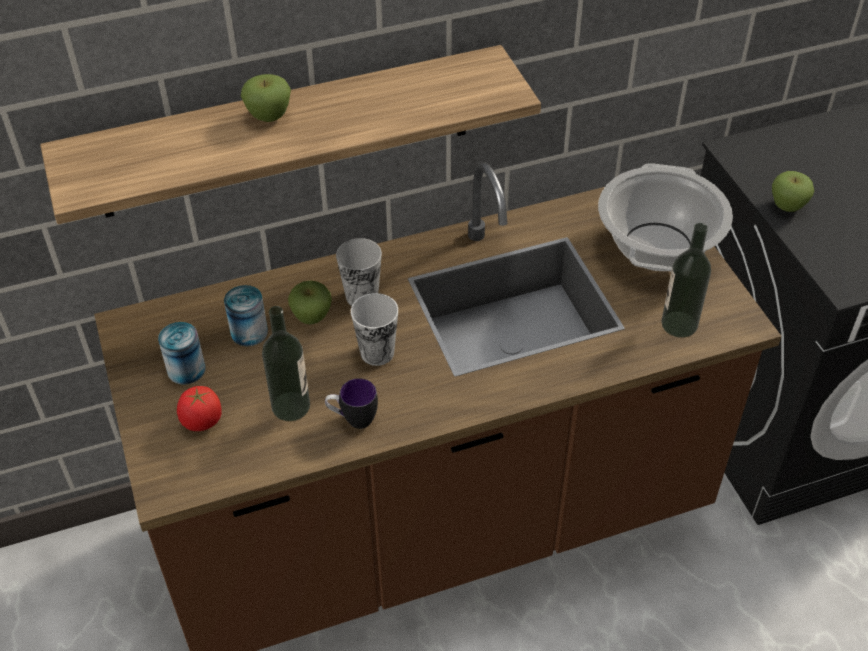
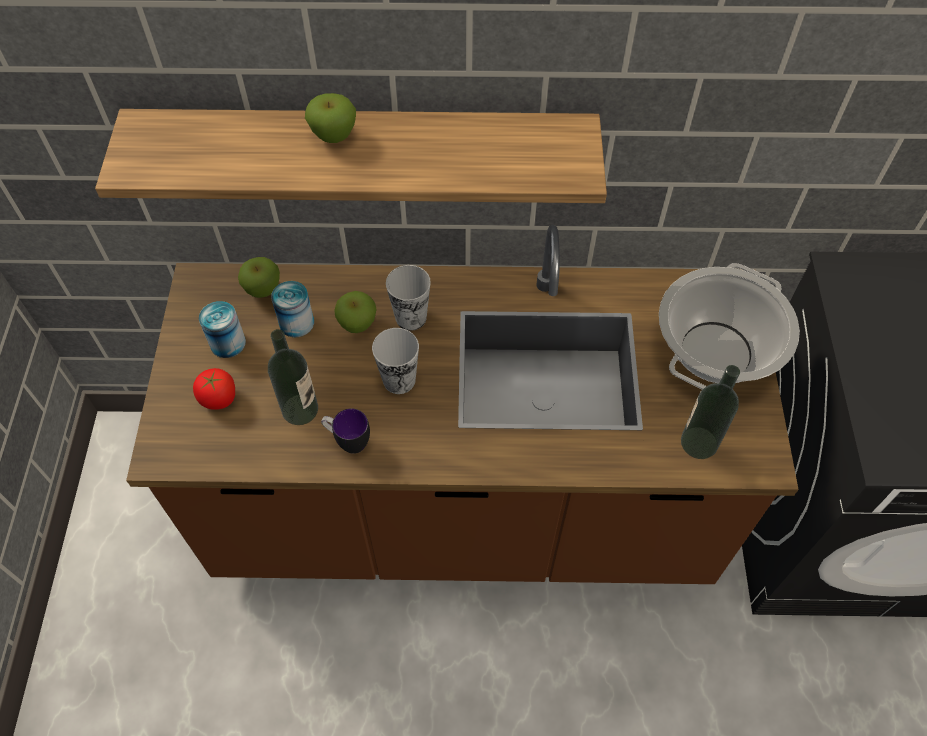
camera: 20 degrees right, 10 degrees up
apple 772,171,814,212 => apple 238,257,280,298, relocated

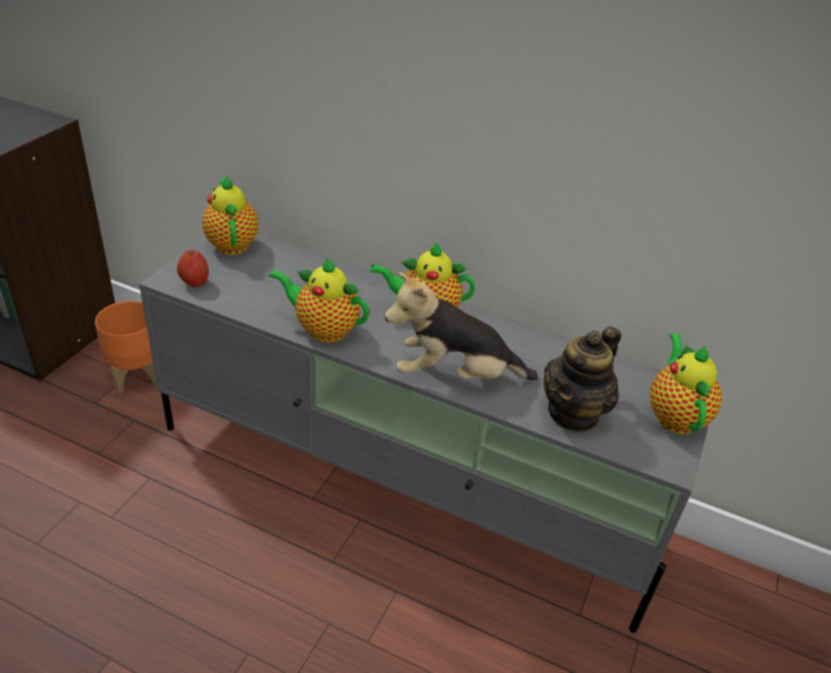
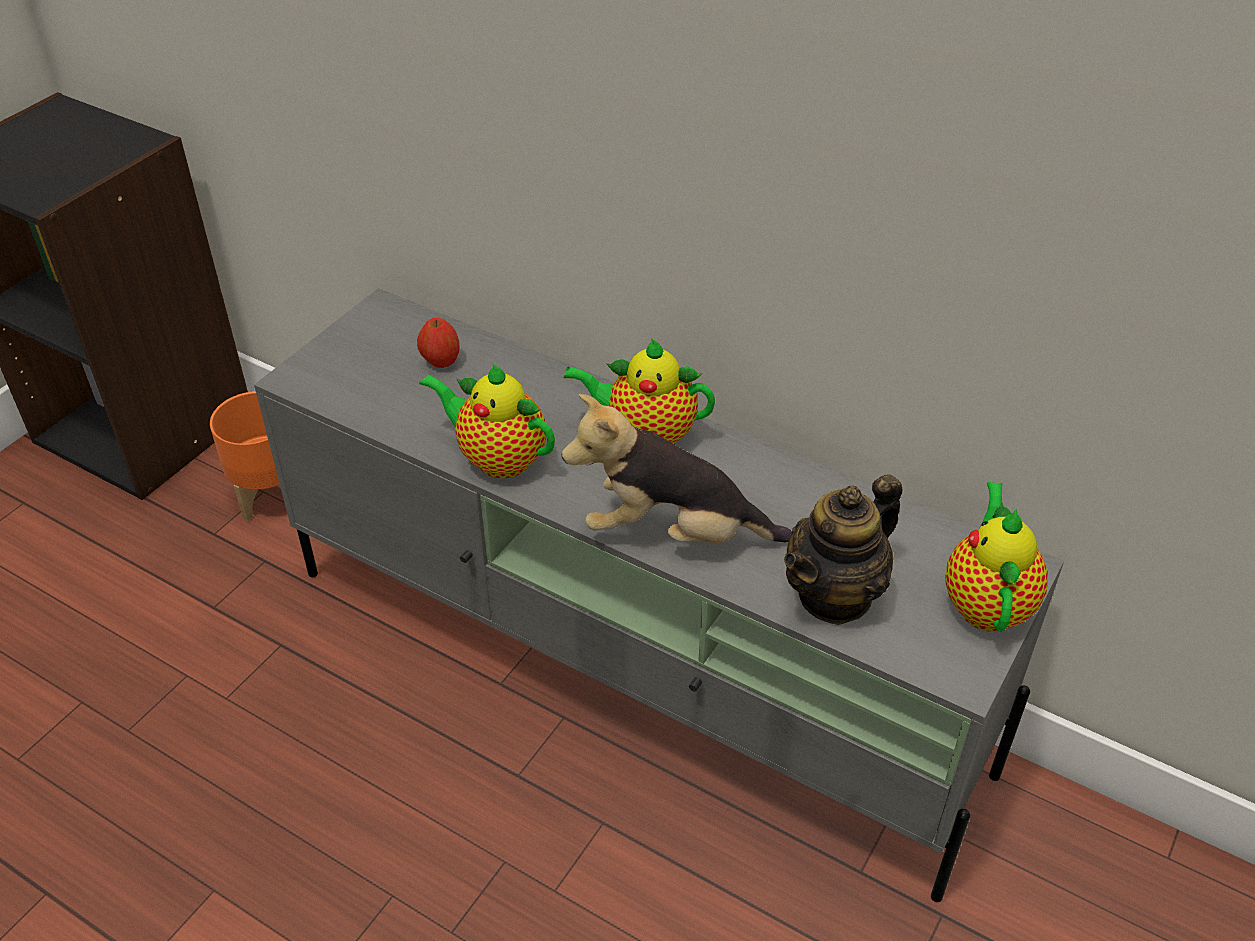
camera: 10 degrees right, 5 degrees up
teapot 202,175,258,255 => nothing
apple 177,250,209,287 => apple 417,318,460,368, relocated

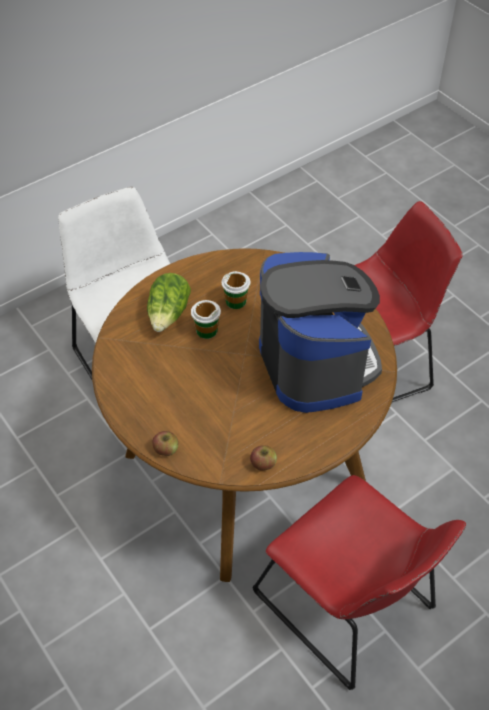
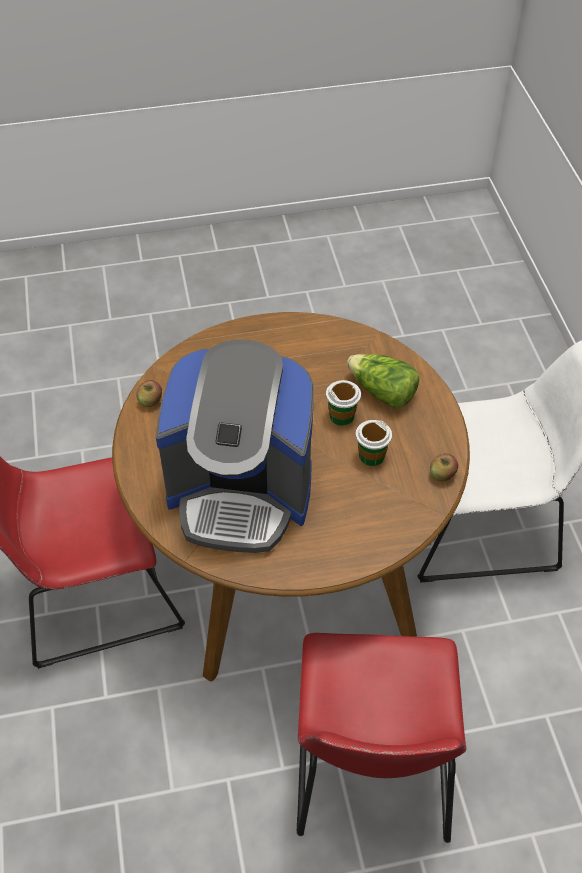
camera: 115 degrees right, 0 degrees up
apple 152,431,178,456 => apple 430,454,458,481, relocated

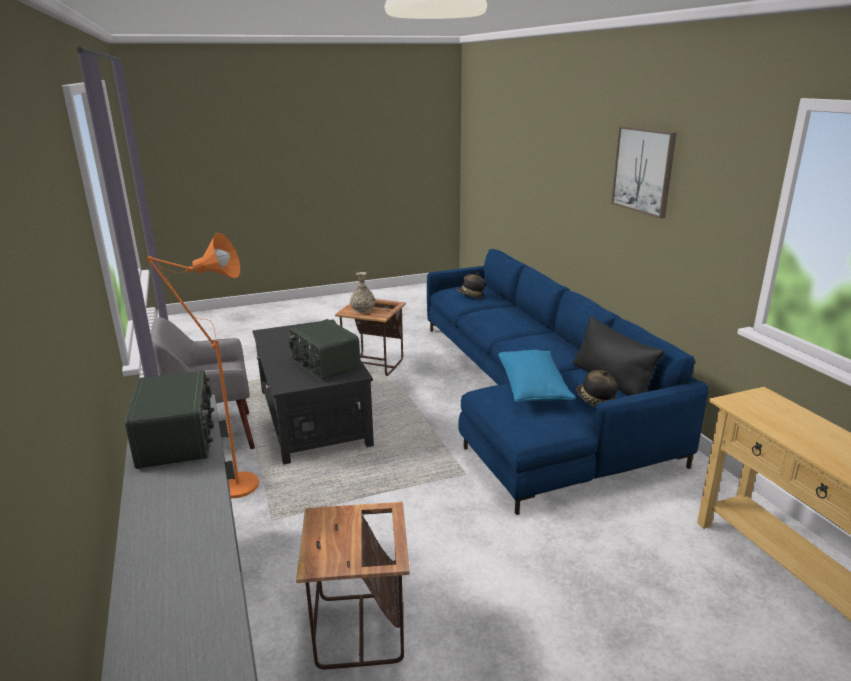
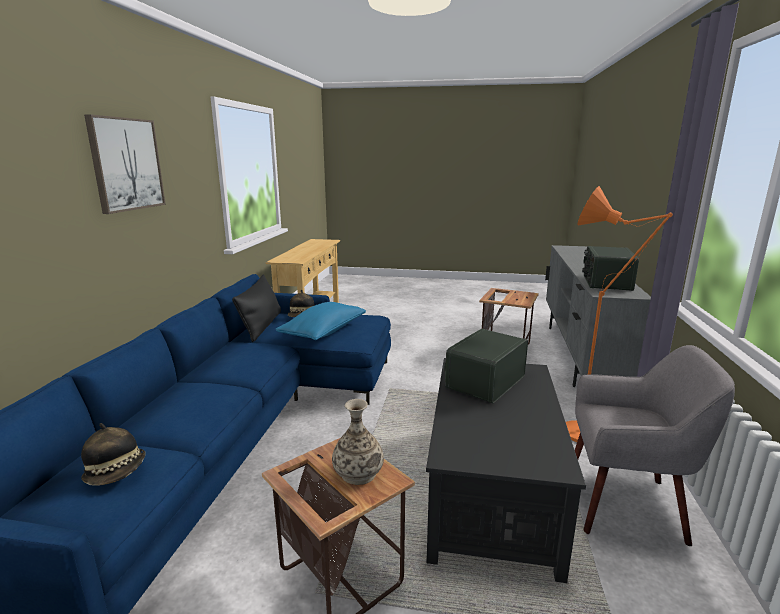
camera: 150 degrees left, 5 degrees down
radio 289,319,361,381 => radio 444,329,528,403, 135 degrees counterclockwise

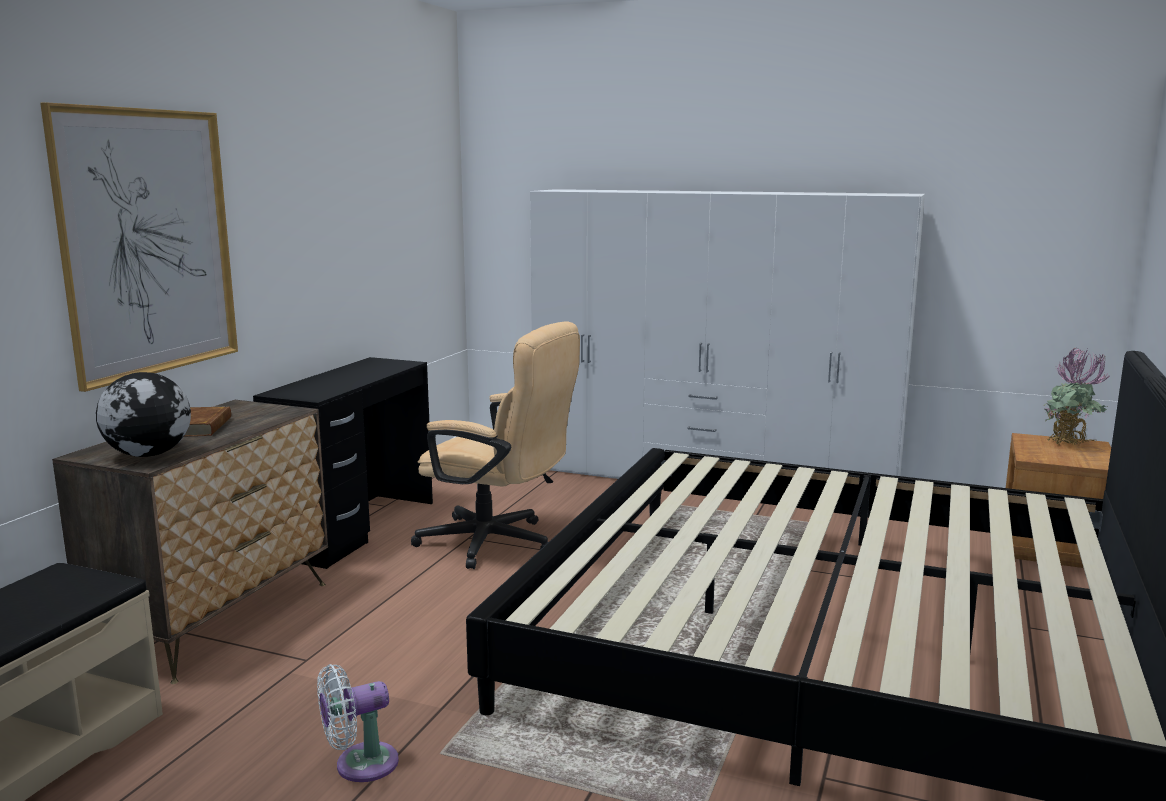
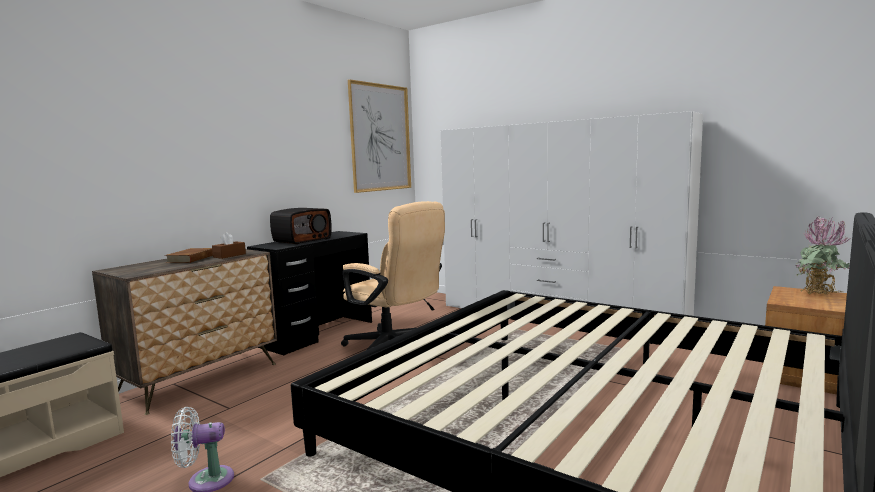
camera: 15 degrees right, 5 degrees down
picture 40,102,238,392 => picture 348,80,411,193, relocated
globe 96,372,191,457 => nothing
nothing => radio 270,208,332,244
nothing => tissue box/brown 212,232,246,259

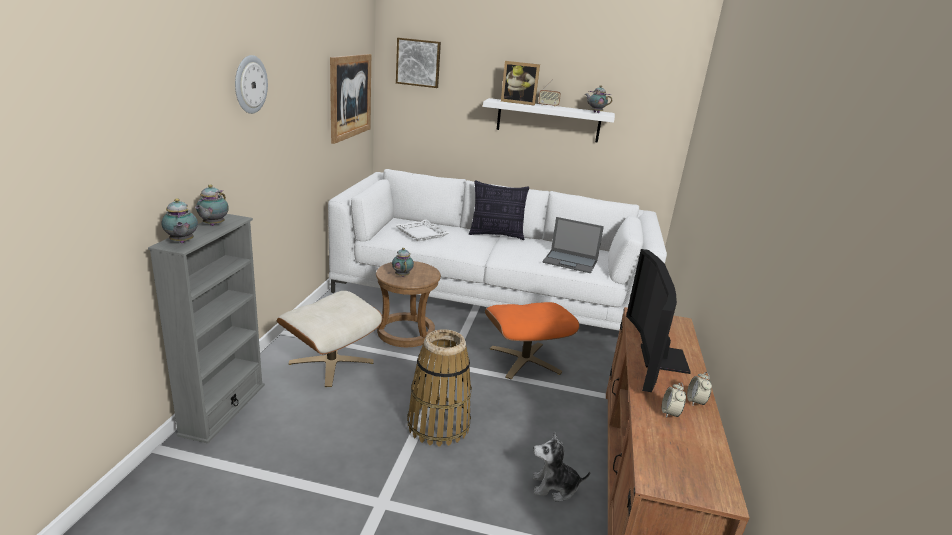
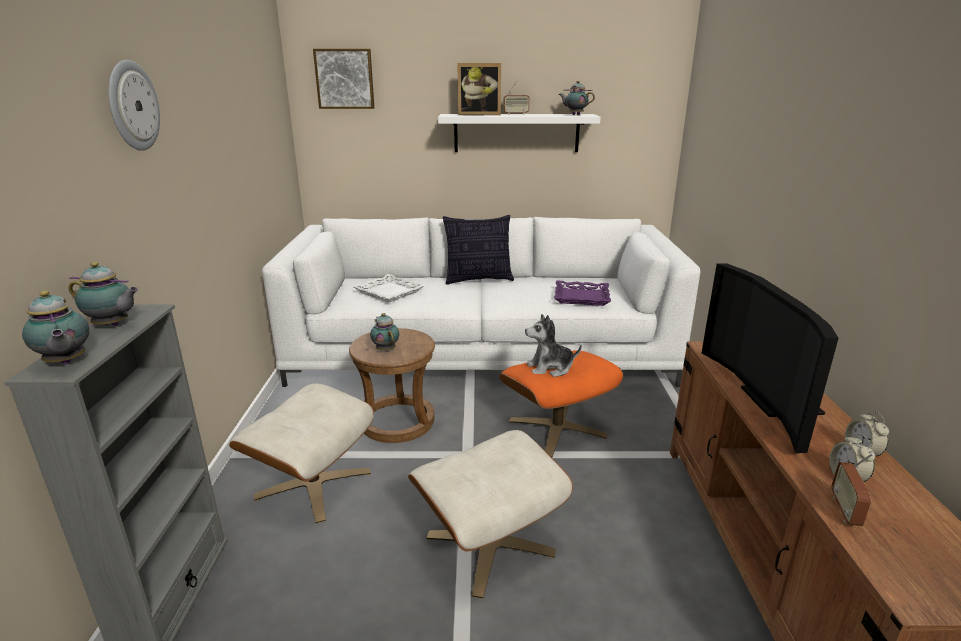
camera: 10 degrees left, 0 degrees up
picture 330,54,371,144 => nothing
teapot 195,184,229,226 => teapot 69,262,139,326, 75 degrees counterclockwise
laptop 542,217,604,273 => tray/purple 554,281,611,306
basket 407,329,472,447 => ottoman/beige 408,430,573,599
plush toy 533,432,591,502 => plush toy 525,314,582,377, relocated
nothing => radio 832,453,873,526

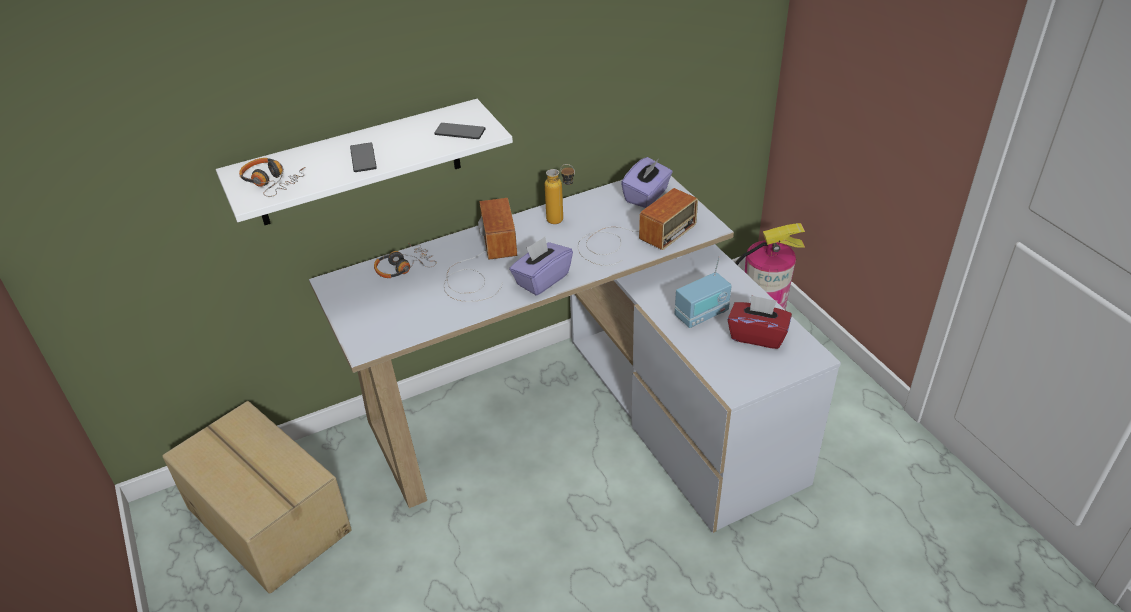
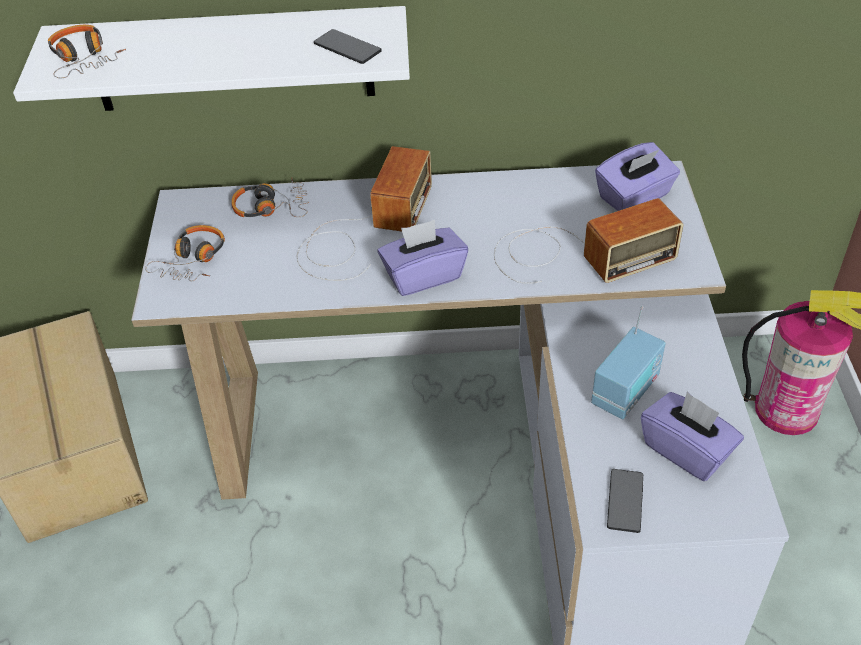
camera: 25 degrees right, 5 degrees up
phone 350,143,377,172 => phone 607,469,643,533, relocated
bottle 545,164,575,224 => nothing
radio 675,256,732,328 => radio 591,305,666,419, 45 degrees counterclockwise
tissue box/red 728,295,792,349 => tissue box/purple 641,391,744,481
nothing => headphones 145,225,225,281

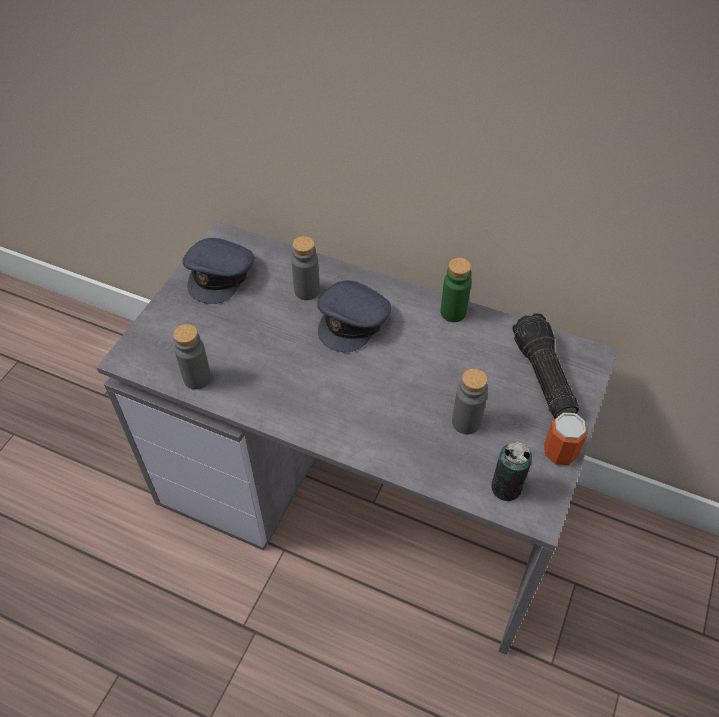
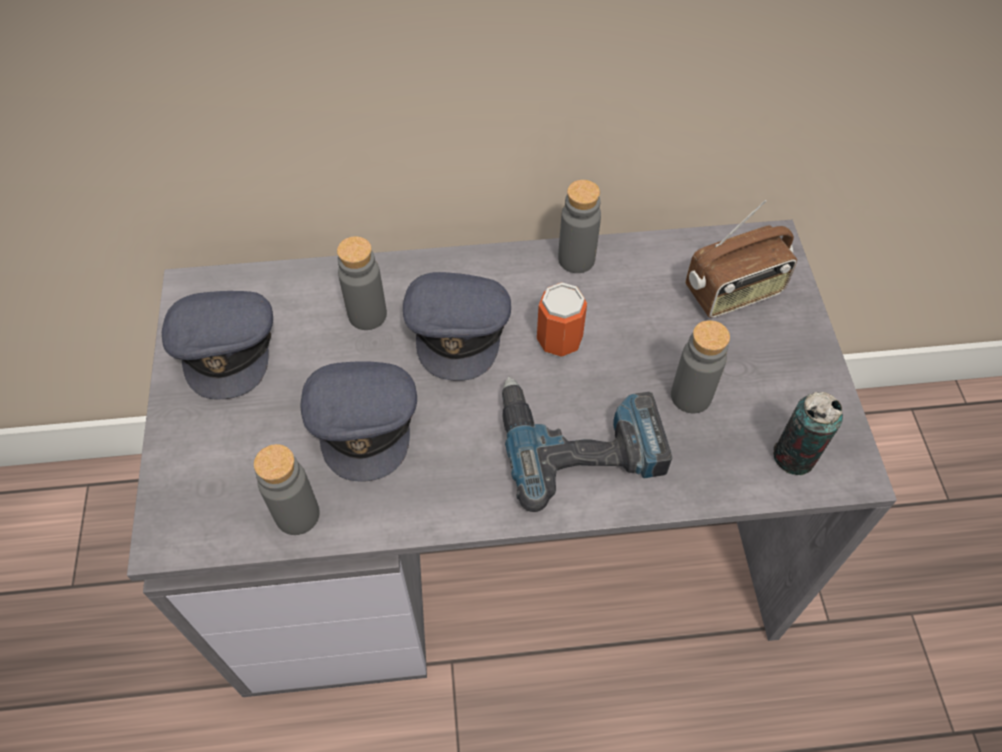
camera: 30 degrees left, 5 degrees up
bottle/green 441,258,471,322 => bottle/grey 558,180,601,273
flashlight 513,313,579,419 => radio 686,200,797,318
can 544,412,587,465 => can 537,282,587,357, relocated
nothing => cap/grey 300,361,417,481
nothing => power drill 502,377,673,512

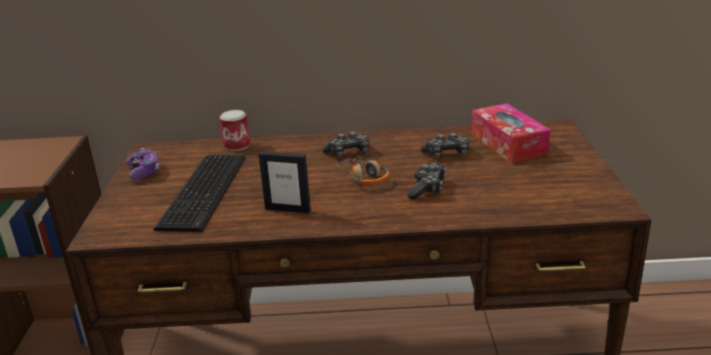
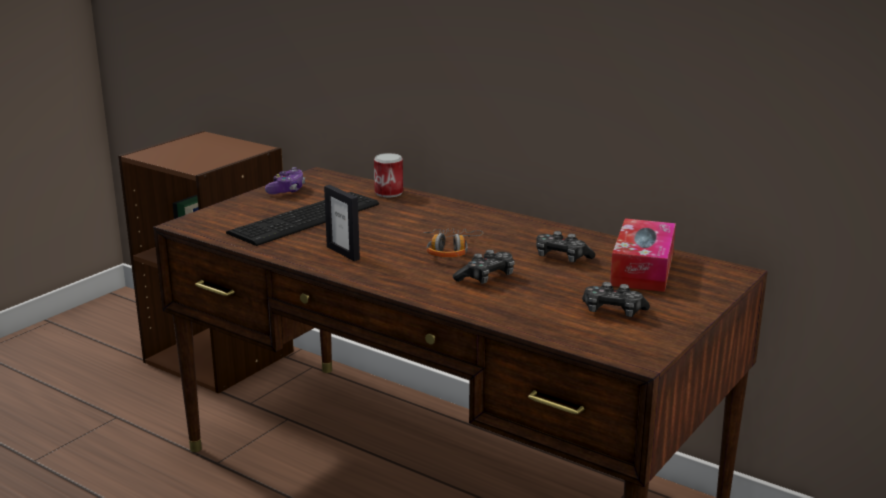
camera: 35 degrees right, 5 degrees down
game controller 322,131,369,157 => game controller 582,282,650,317, relocated

